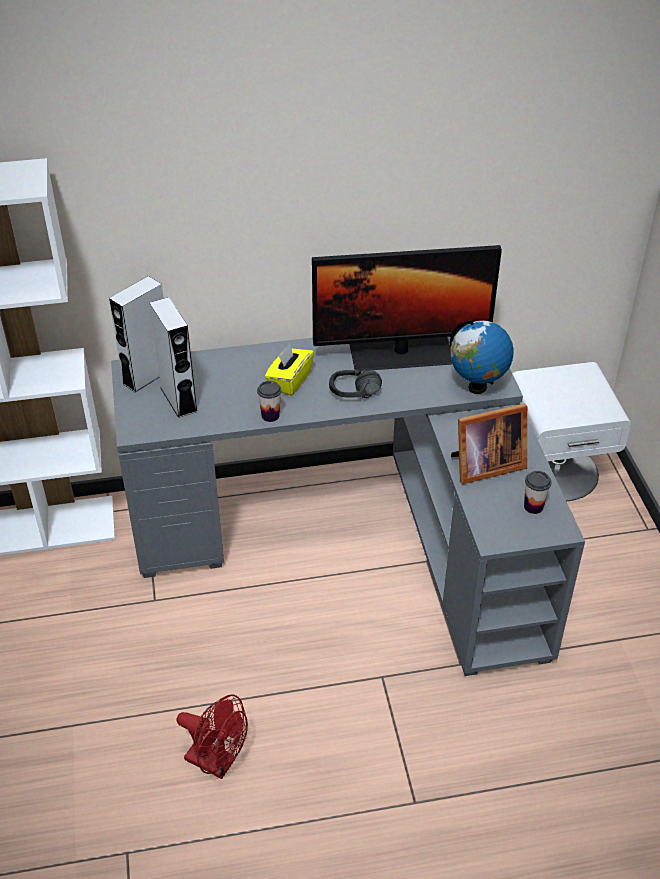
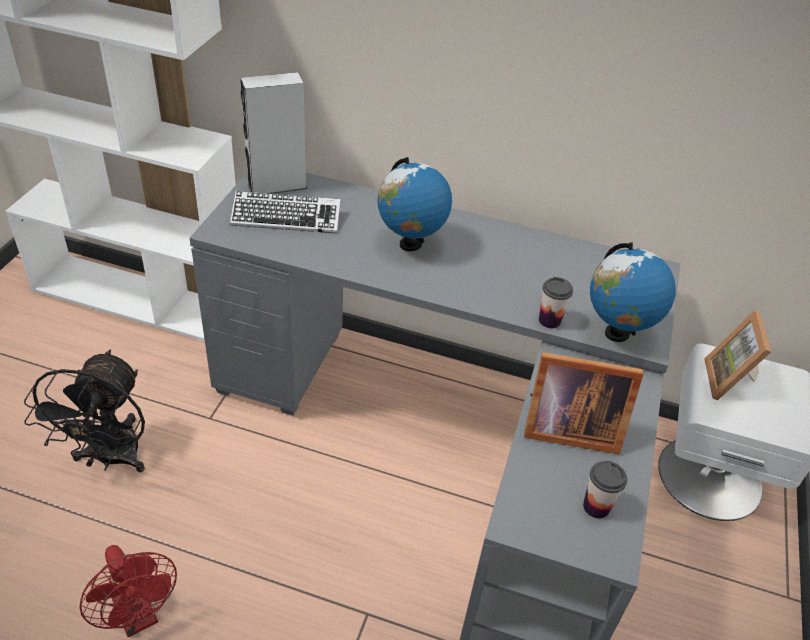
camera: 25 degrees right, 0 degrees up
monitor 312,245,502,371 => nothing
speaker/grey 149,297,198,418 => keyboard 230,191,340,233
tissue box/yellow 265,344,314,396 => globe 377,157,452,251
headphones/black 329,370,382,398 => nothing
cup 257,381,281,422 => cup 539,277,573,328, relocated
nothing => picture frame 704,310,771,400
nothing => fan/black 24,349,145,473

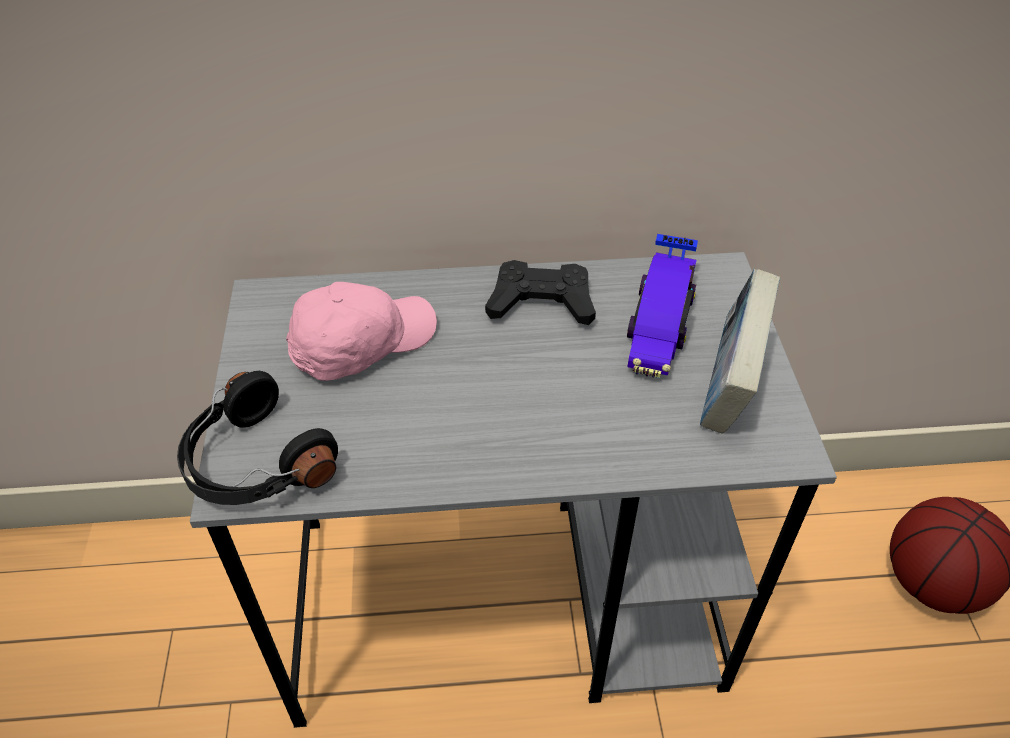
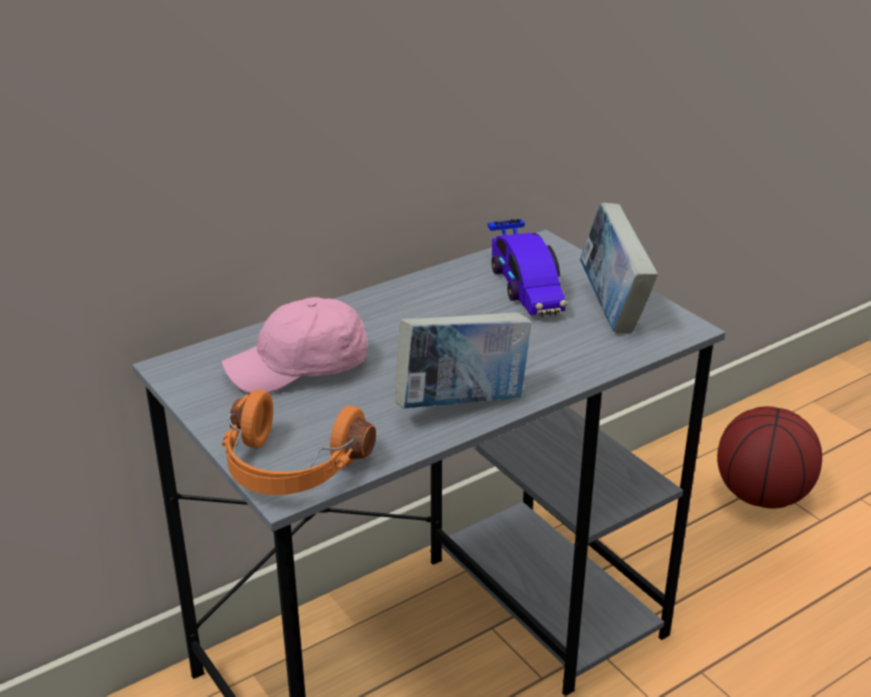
camera: 30 degrees left, 15 degrees down
game controller/black 485,260,596,325 => nothing
cap/pink 286,282,437,381 => cap/pink 222,297,368,394, 135 degrees counterclockwise
headphones/black 177,371,338,505 => headphones/orange 222,389,376,495
nothing => book 395,312,531,408

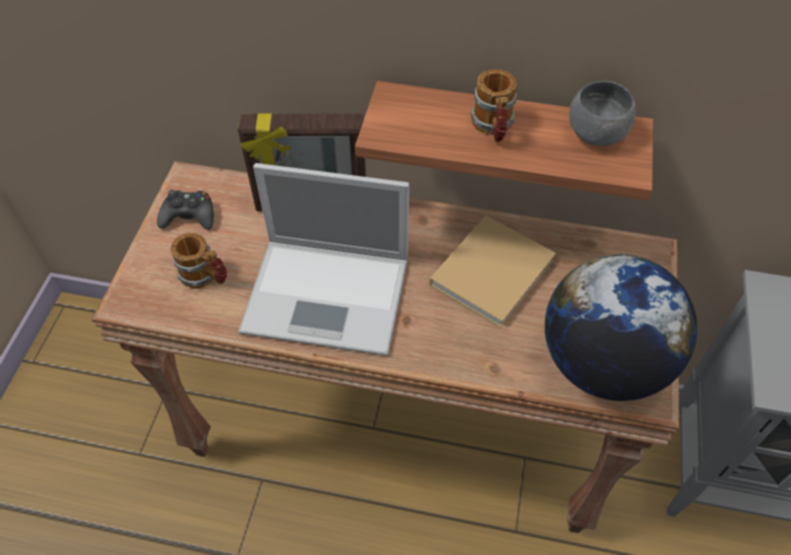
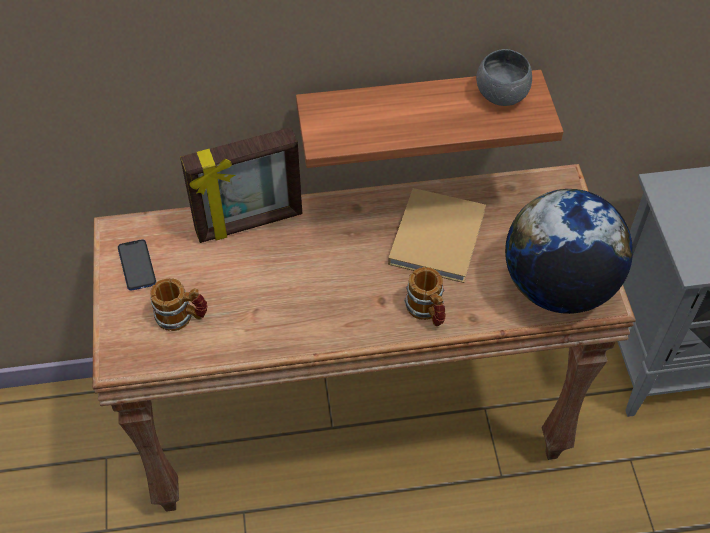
camera: 20 degrees left, 0 degrees up
mug 471,69,517,142 => mug 404,267,446,326, relocated
laptop 238,163,409,356 => nothing
game controller/black 157,190,214,230 => phone 118,239,156,291

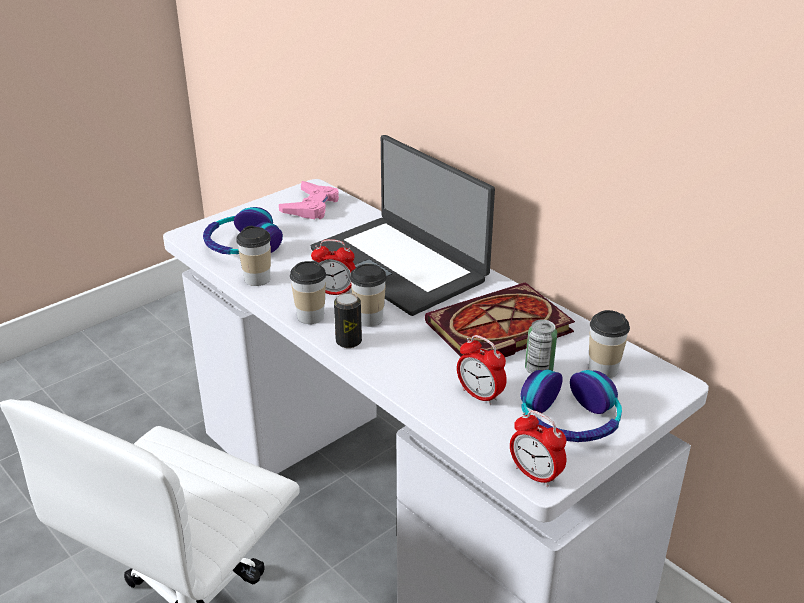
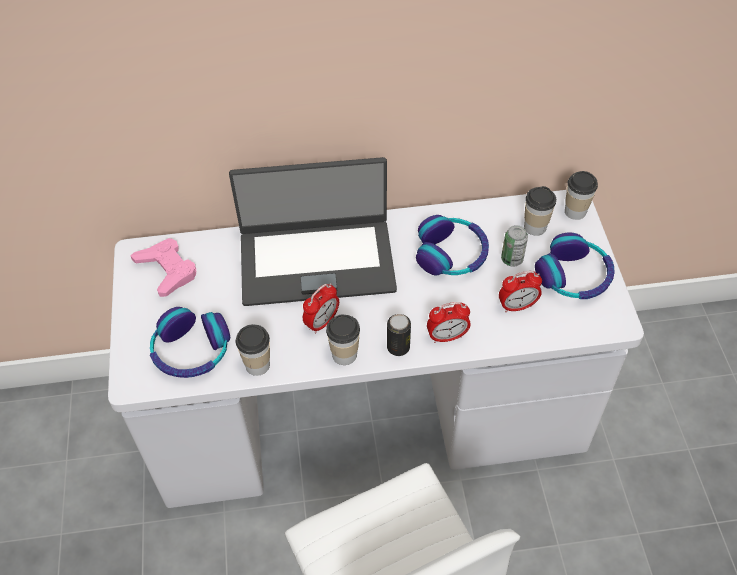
camera: 55 degrees left, 20 degrees up
cup 350,264,387,327 => cup 565,171,598,220, relocated
book 425,282,575,357 => headphones 416,215,489,275
alarm clock 510,410,566,487 => alarm clock 427,302,471,343, relocated

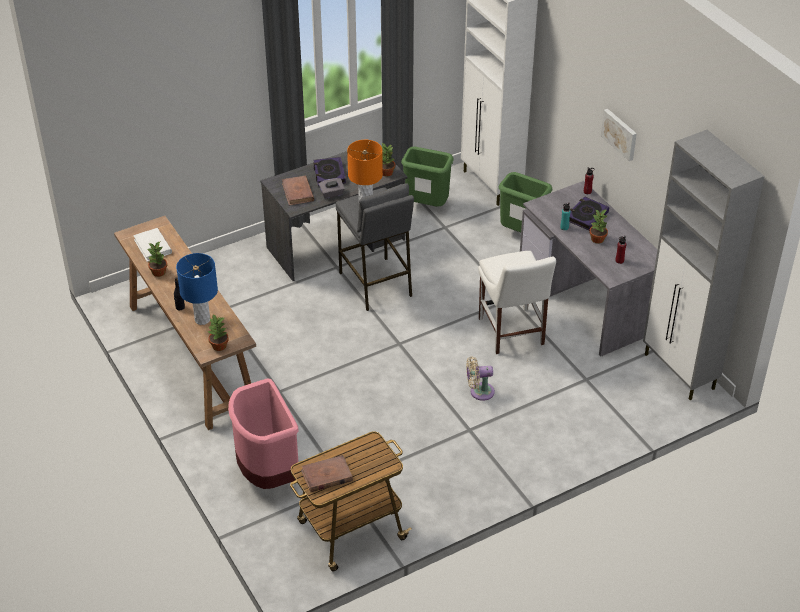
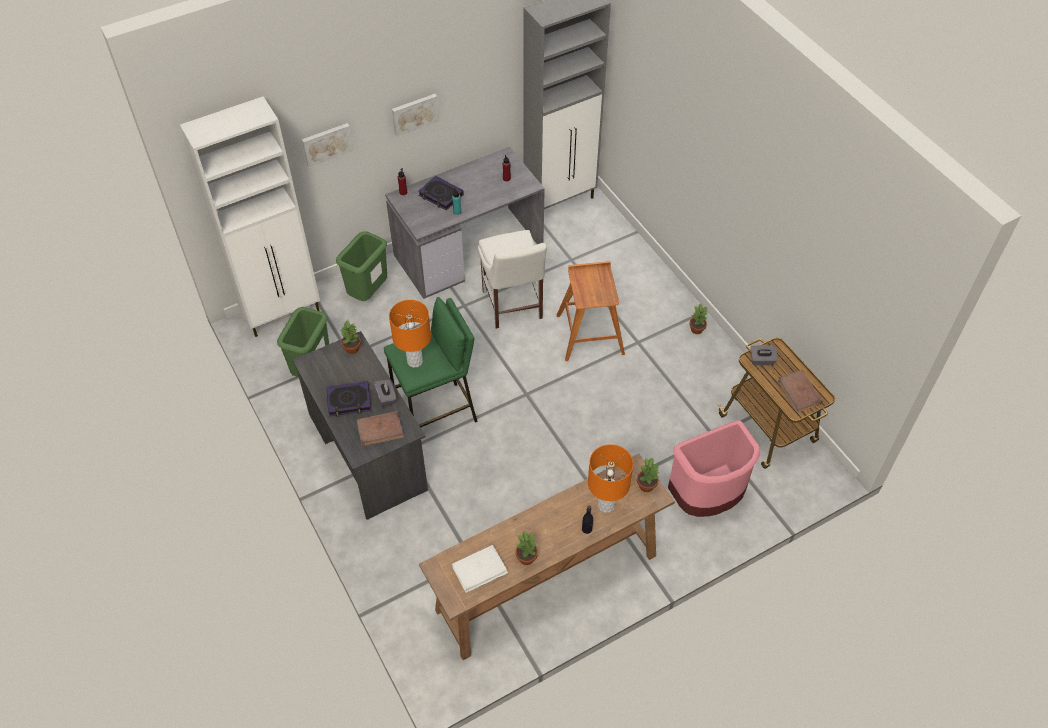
camera: 90 degrees left, 10 degrees up
stool/grey 335,183,414,311 => stool/green 384,297,478,428
potted plant 589,209,608,244 => potted plant 689,303,708,334, relocated
chair/white 478,251,556,354 => chair/white 478,230,547,329, 90 degrees clockwise
table lamp/blue 176,253,218,325 => table lamp/orange 588,444,633,513
fan/beige 466,356,495,401 => stool/brown 556,261,625,361
nothing => picture 302,123,353,167
nothing => tissue box/grey 750,345,778,365

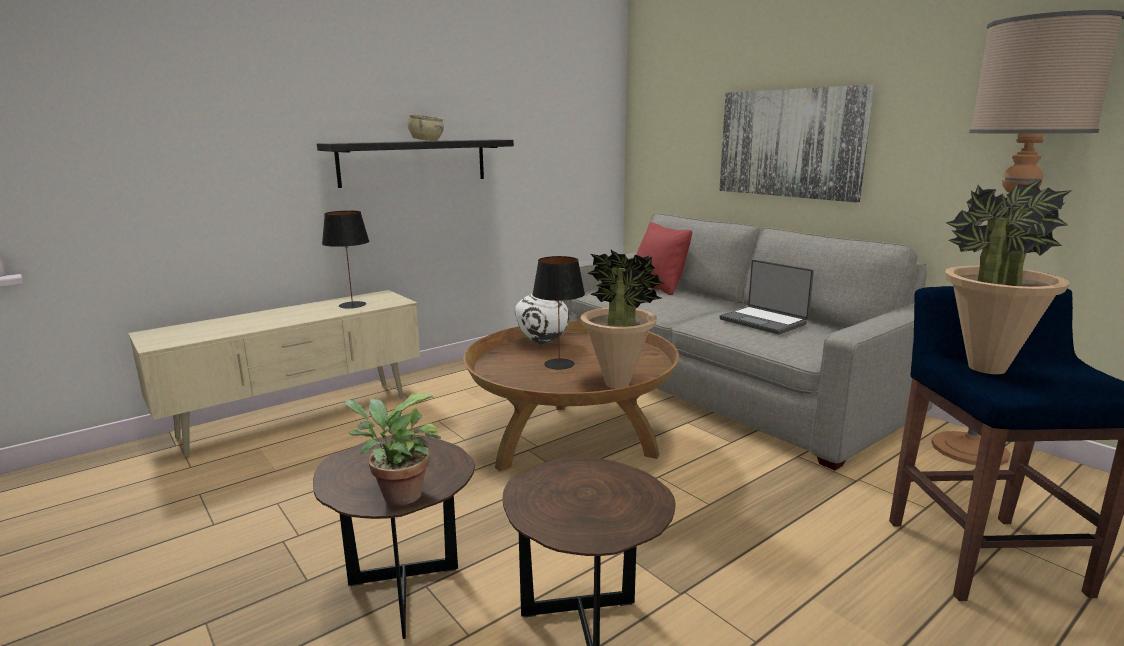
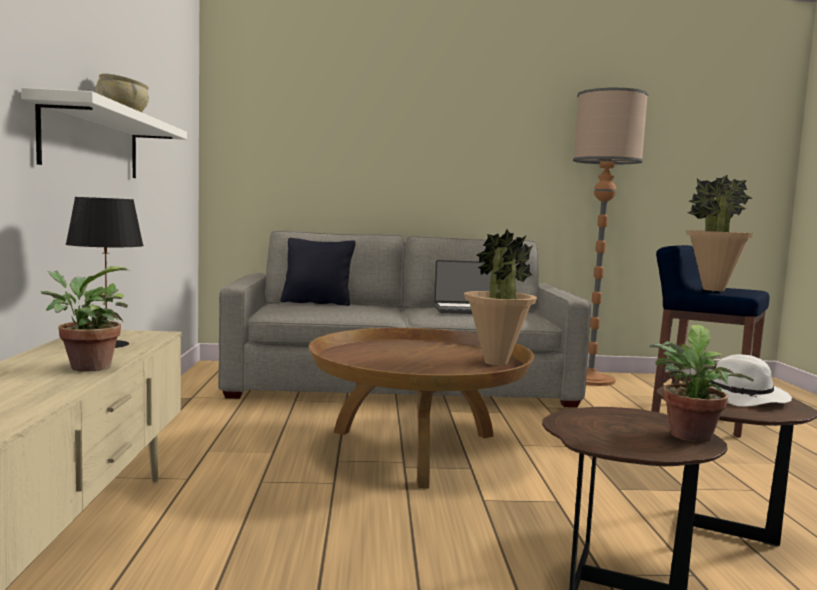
camera: 55 degrees left, 10 degrees down
picture 719,85,874,203 => nothing
shelf/black 317,139,514,188 => shelf/white 21,88,187,178
pillow/red 636,222,692,295 => pillow/black 280,238,356,306
table lamp/black 532,256,585,369 => nothing
vase/white 515,294,569,344 => nothing
nothing => potted plant 41,266,130,372
nothing => hat/white 710,354,792,407

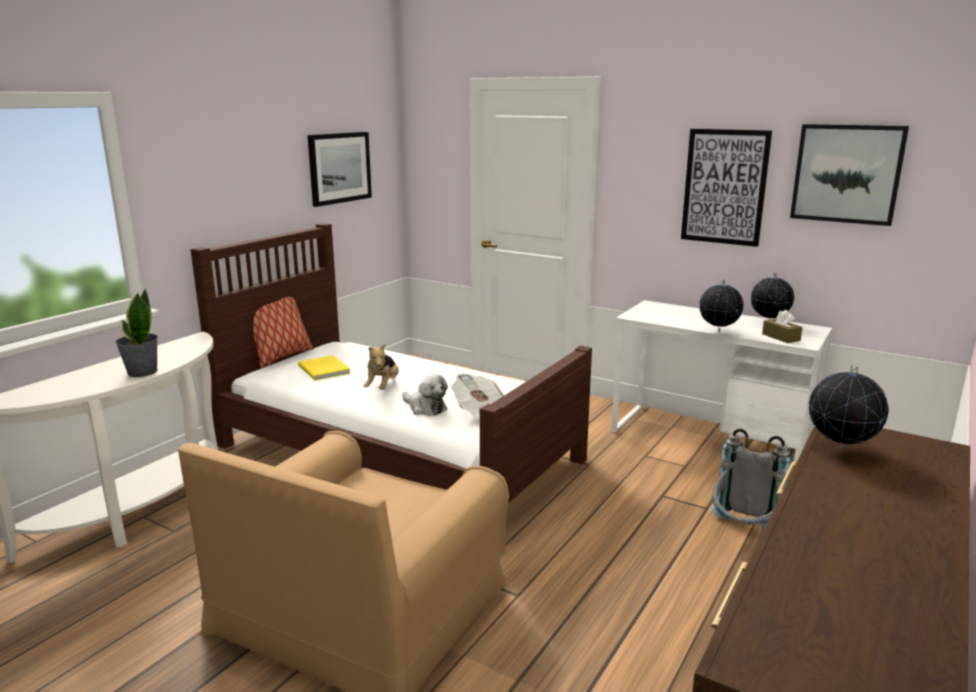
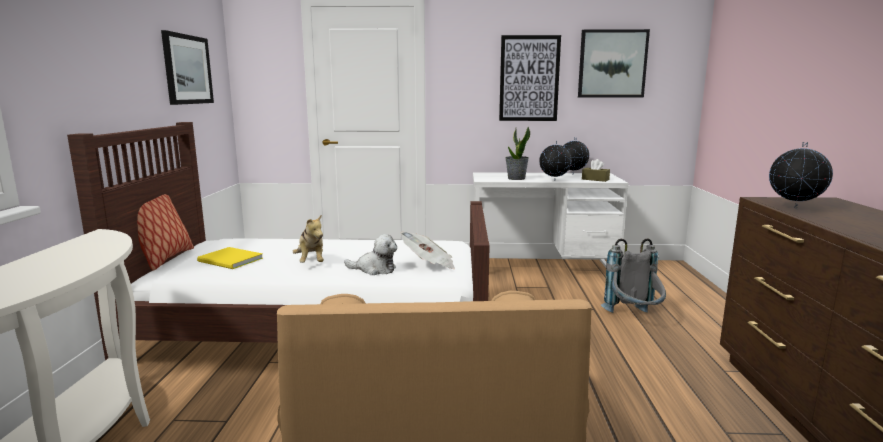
camera: 30 degrees left, 5 degrees down
potted plant 115,289,158,377 => potted plant 505,126,530,180, relocated

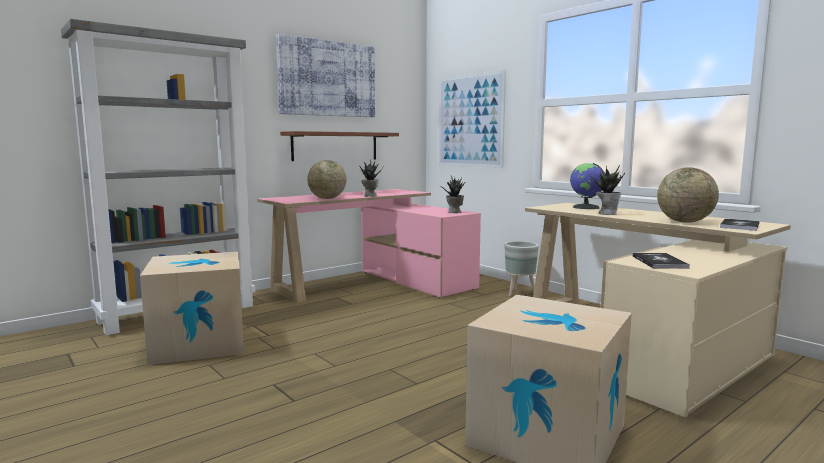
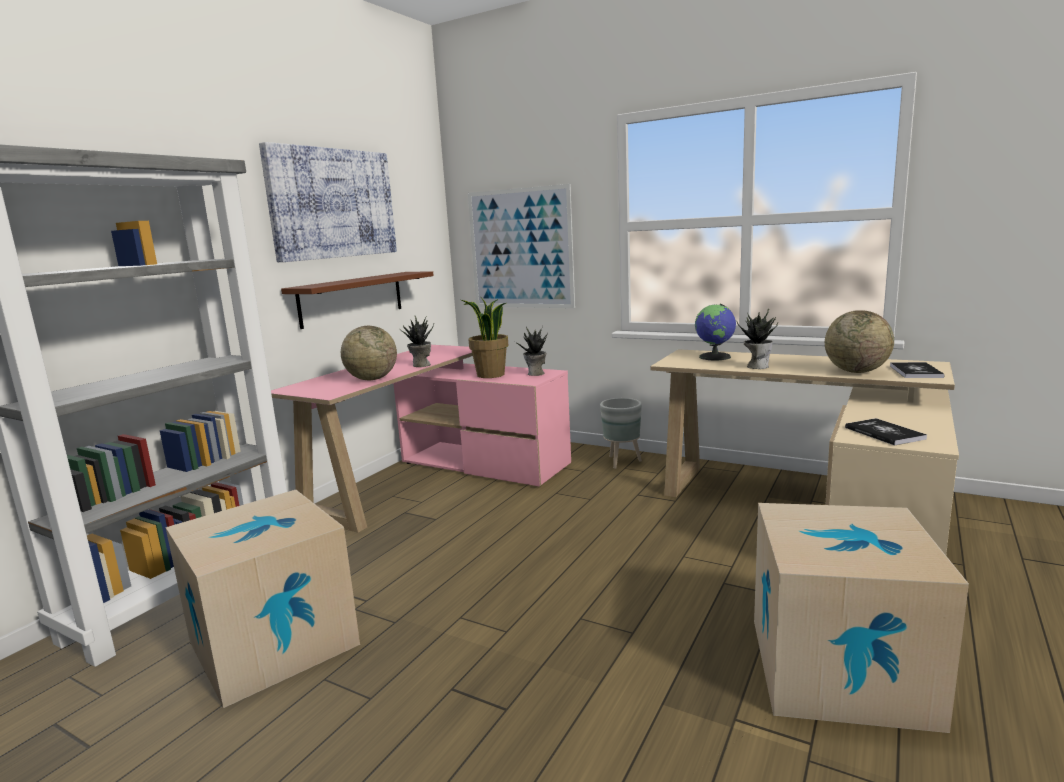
camera: 20 degrees left, 5 degrees up
nothing => potted plant 461,296,508,378

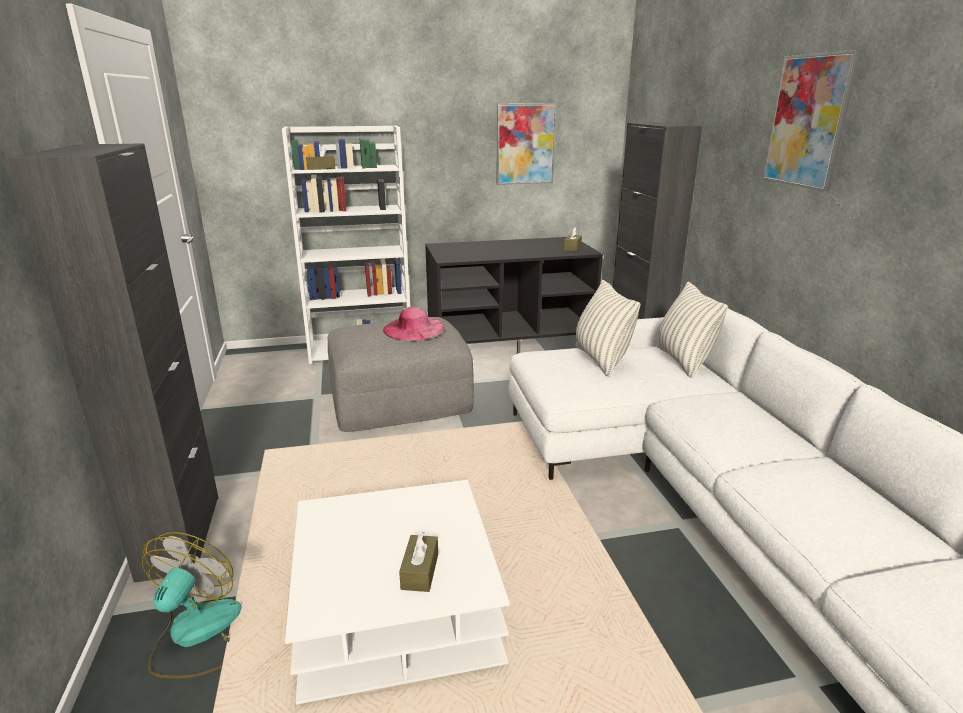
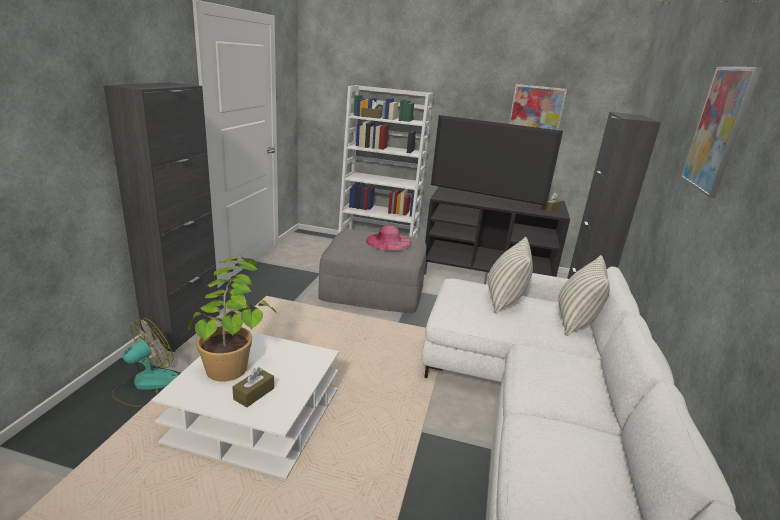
camera: 25 degrees right, 0 degrees up
nothing => television 431,115,563,211
nothing => potted plant 188,256,276,382

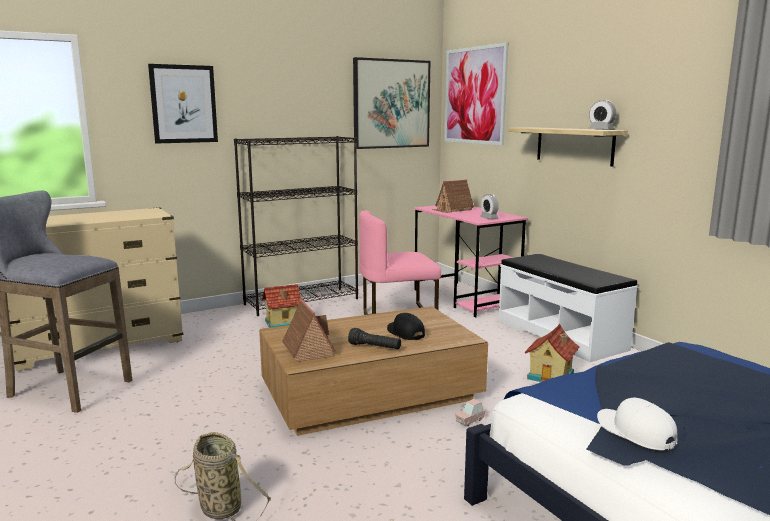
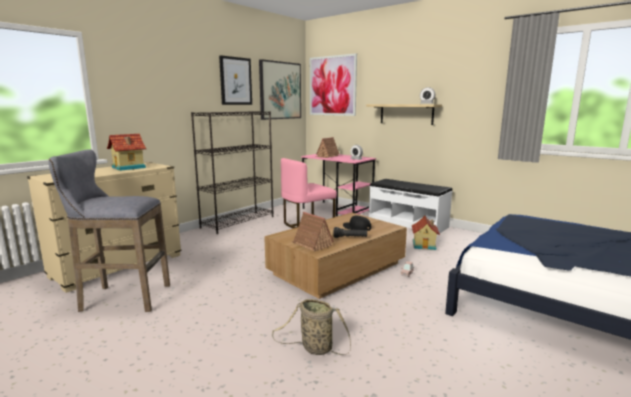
camera: 20 degrees left, 0 degrees up
picture 148,64,218,143 => picture 219,55,252,105, relocated
toy house 262,284,301,327 => toy house 107,134,146,171, relocated
cap/white 597,398,678,450 => nothing

